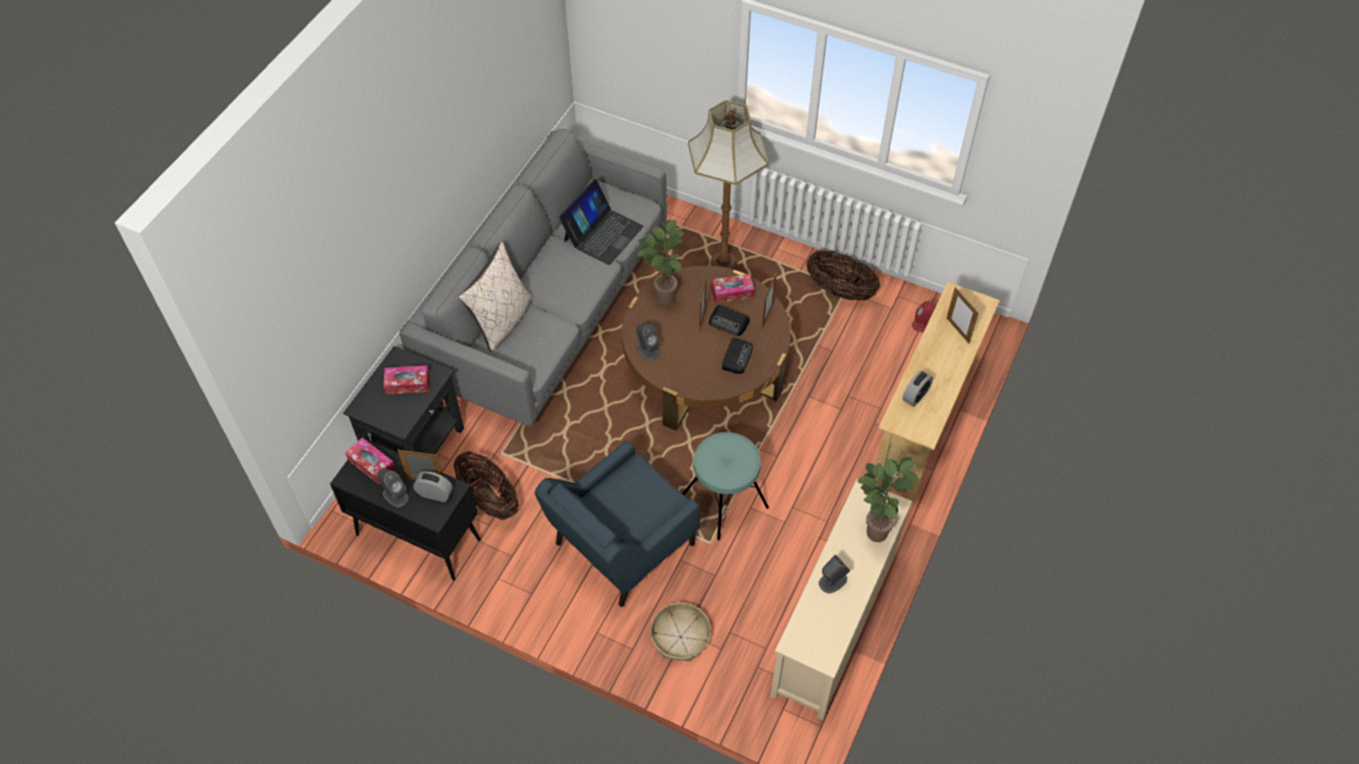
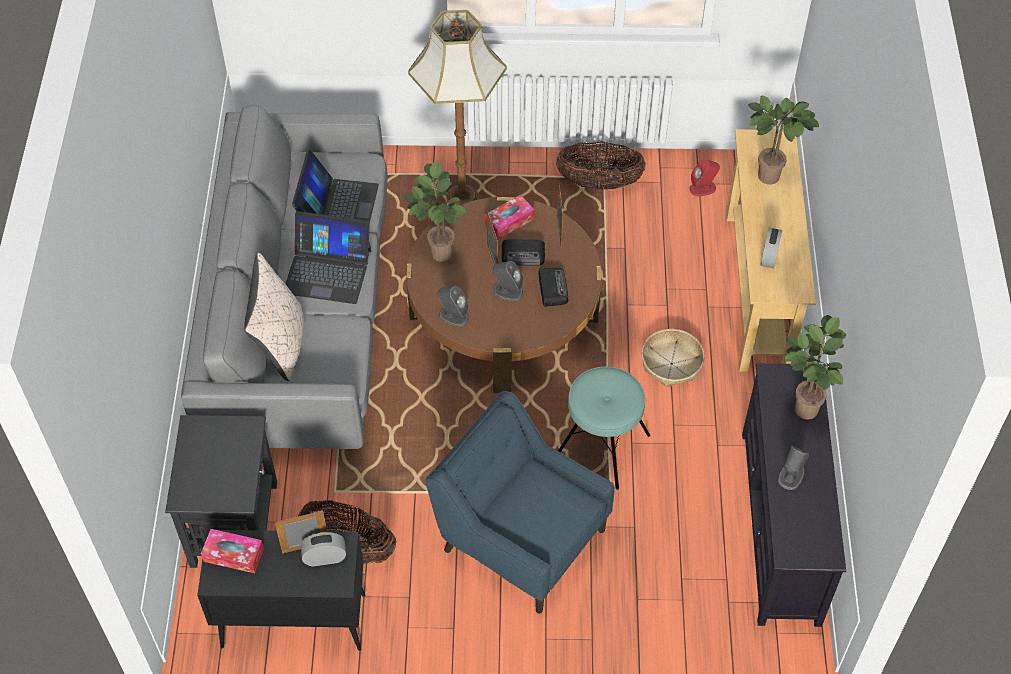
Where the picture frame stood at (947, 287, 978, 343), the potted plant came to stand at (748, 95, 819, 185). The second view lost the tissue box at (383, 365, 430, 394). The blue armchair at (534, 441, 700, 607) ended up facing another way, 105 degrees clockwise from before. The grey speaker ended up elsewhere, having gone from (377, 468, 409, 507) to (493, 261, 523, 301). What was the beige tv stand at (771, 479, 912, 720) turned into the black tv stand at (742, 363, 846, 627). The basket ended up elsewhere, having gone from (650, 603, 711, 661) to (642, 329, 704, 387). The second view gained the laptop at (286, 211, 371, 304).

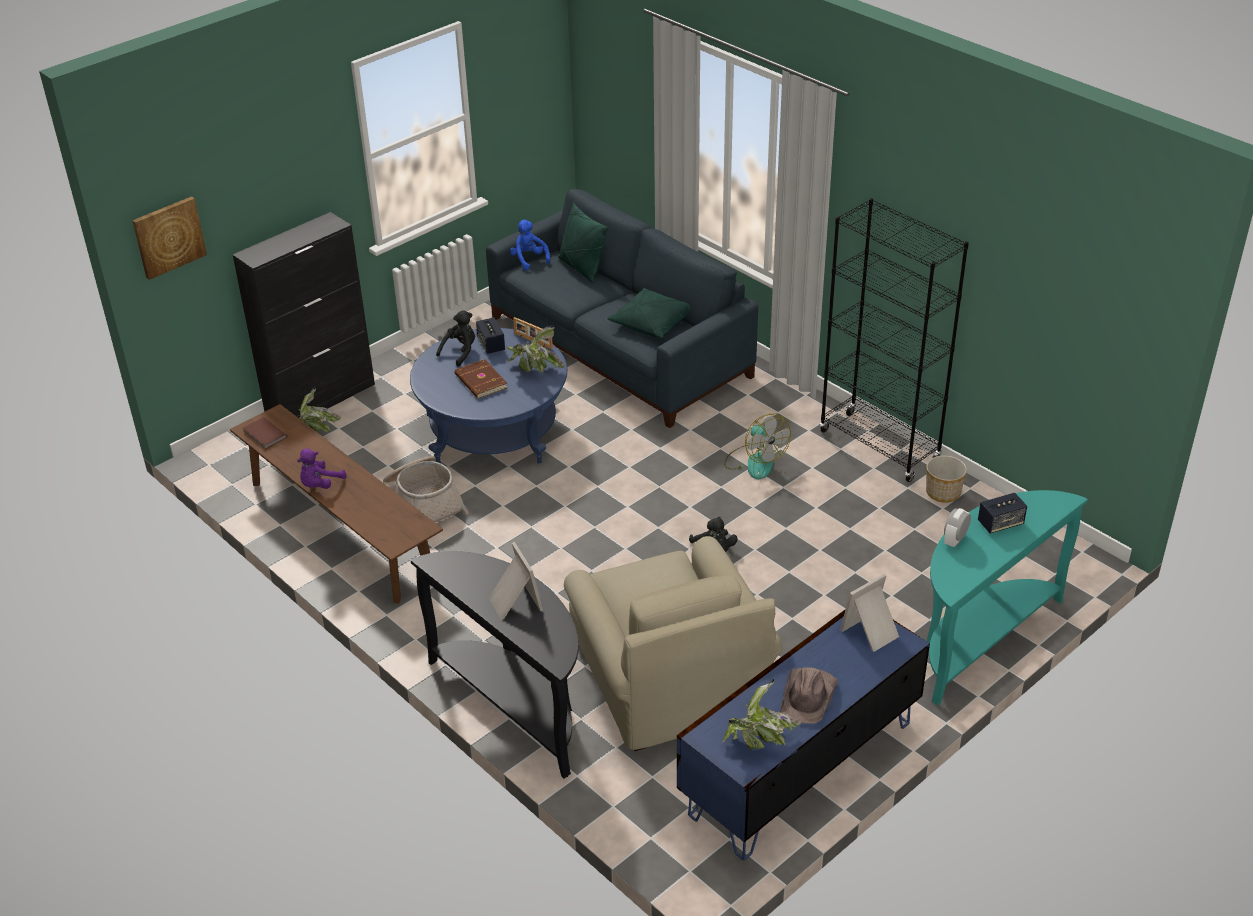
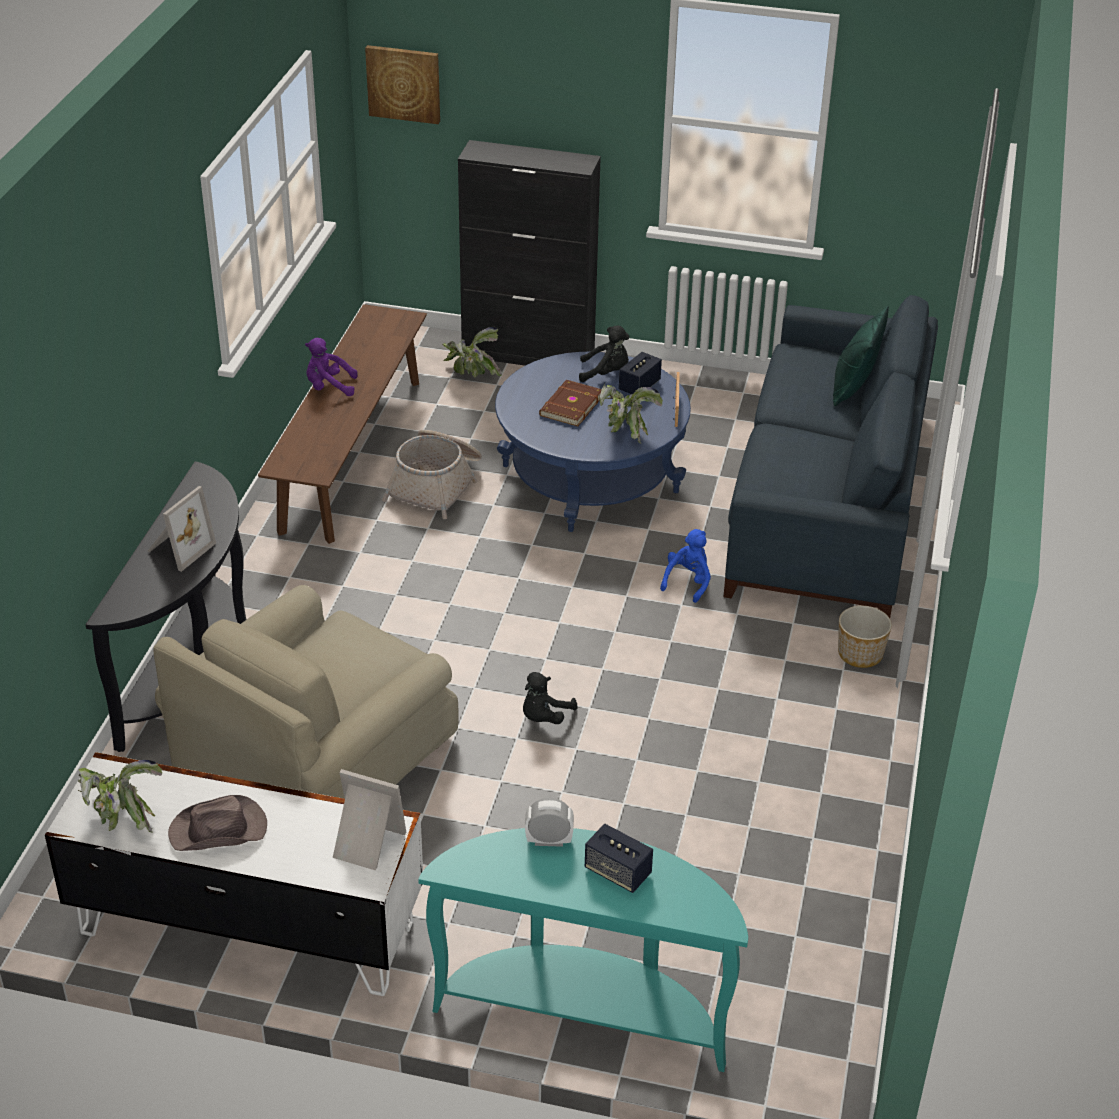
The second view lost the black bookcase at (820, 198, 969, 482). The blue plush toy ended up elsewhere, having gone from (510, 220, 550, 271) to (660, 529, 711, 603). The second view lost the green pillow at (607, 288, 691, 338). The second view lost the fan at (724, 414, 791, 479). The second view lost the brown book at (243, 417, 287, 449). The planter ended up elsewhere, having gone from (926, 455, 967, 503) to (838, 606, 892, 668). What was the blue tv stand at (677, 610, 930, 861) turned into the white tv stand at (45, 752, 423, 996).

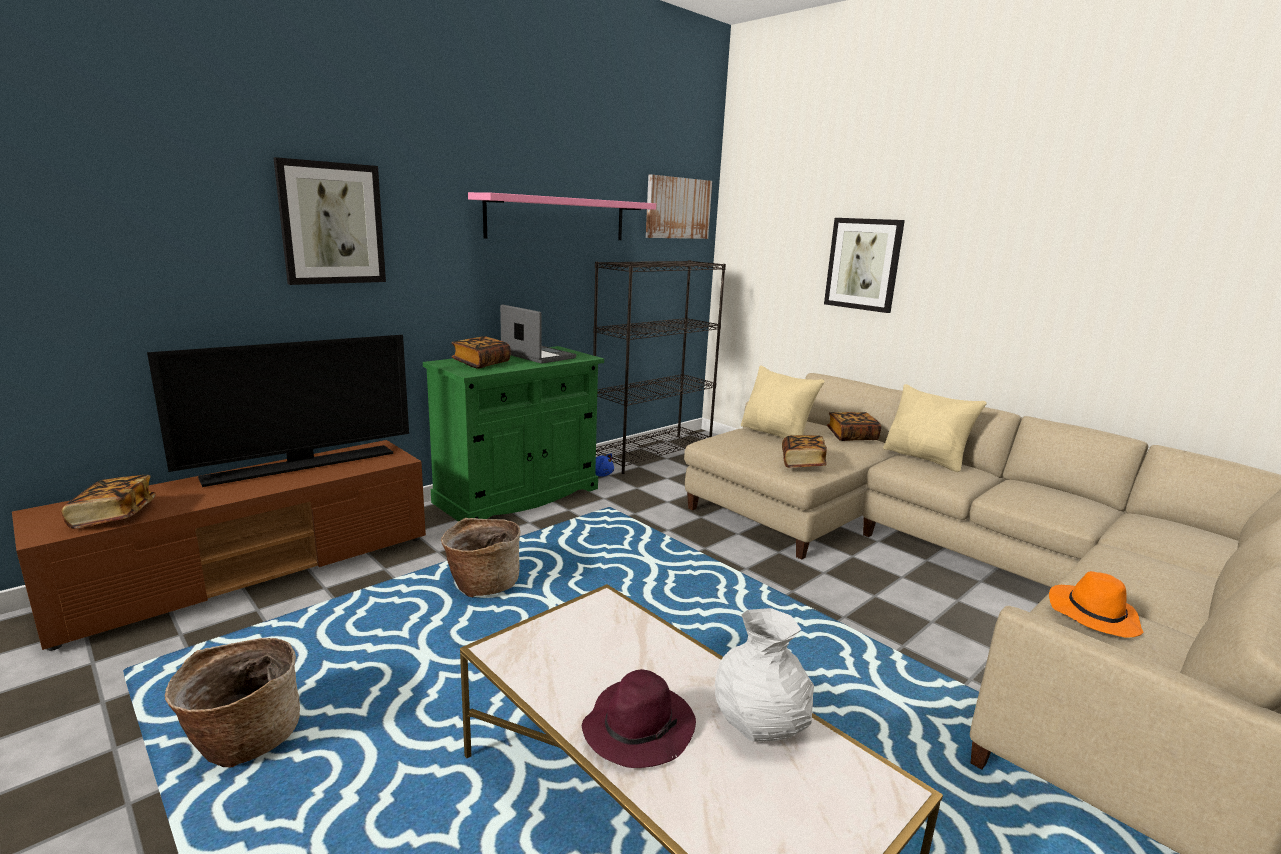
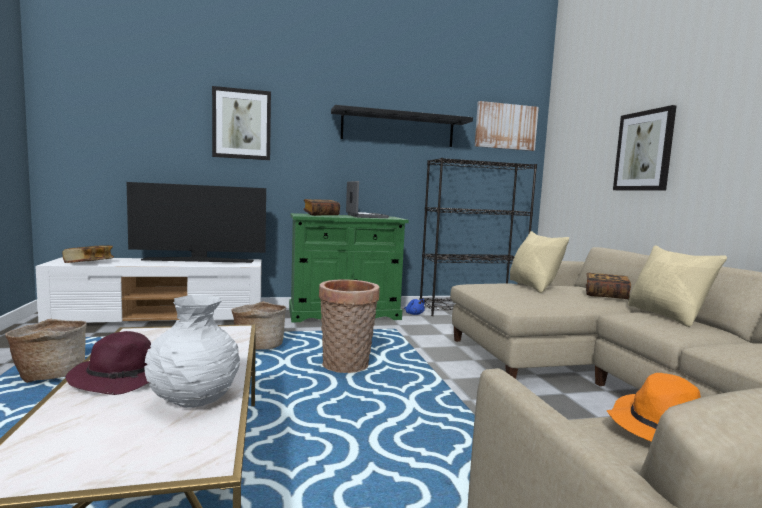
What was the pink shelf at (468, 192, 656, 240) turned into the black shelf at (331, 105, 473, 147). The second view lost the book at (782, 435, 827, 468). What was the brown tv stand at (12, 440, 426, 651) turned into the white tv stand at (35, 257, 262, 323). The second view gained the basket at (319, 279, 380, 373).

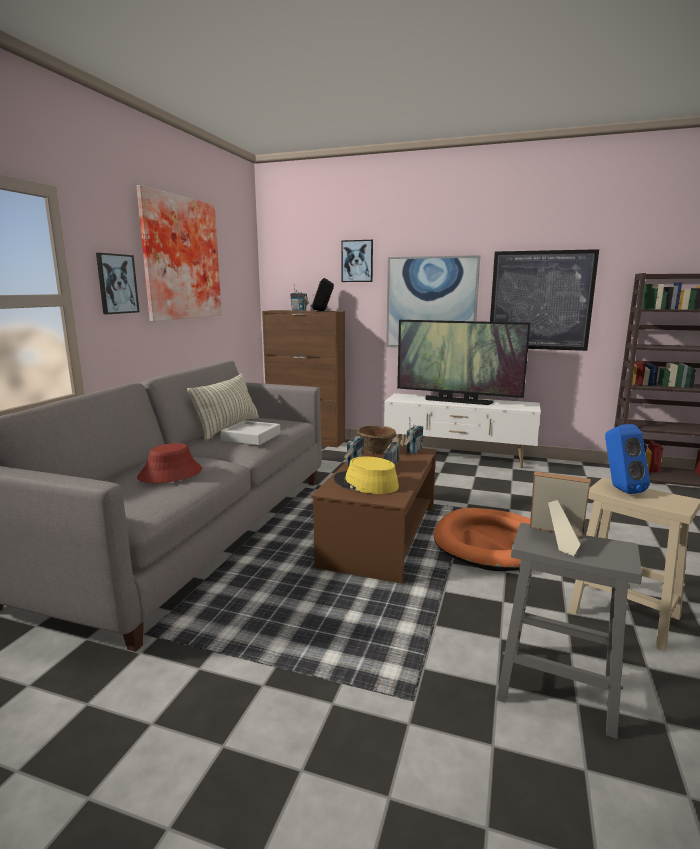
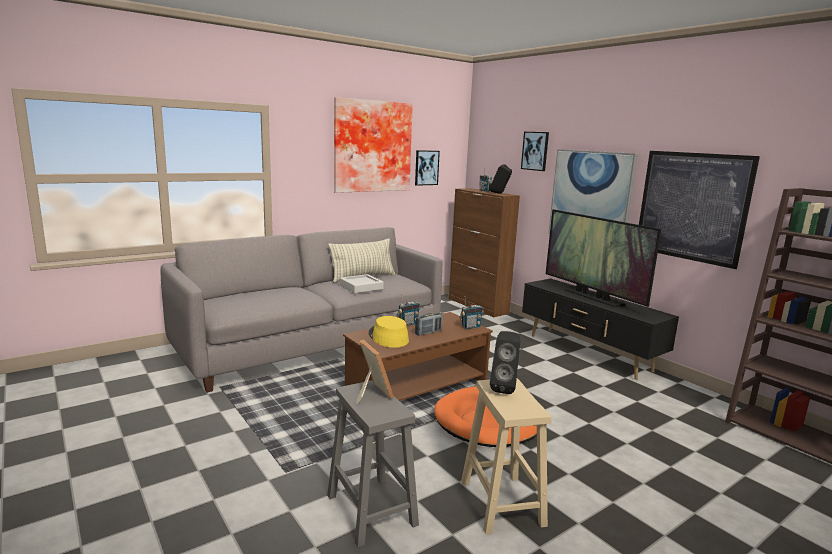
The picture ended up elsewhere, having gone from (96, 253, 139, 314) to (415, 150, 440, 186). What was the white tv stand at (384, 393, 541, 468) turned into the black tv stand at (522, 278, 679, 380). What was the blue speaker at (605, 424, 650, 494) turned into the black speaker at (490, 331, 521, 394). The second view lost the brown bowl at (357, 425, 397, 454). The second view lost the red hat at (137, 443, 202, 483).

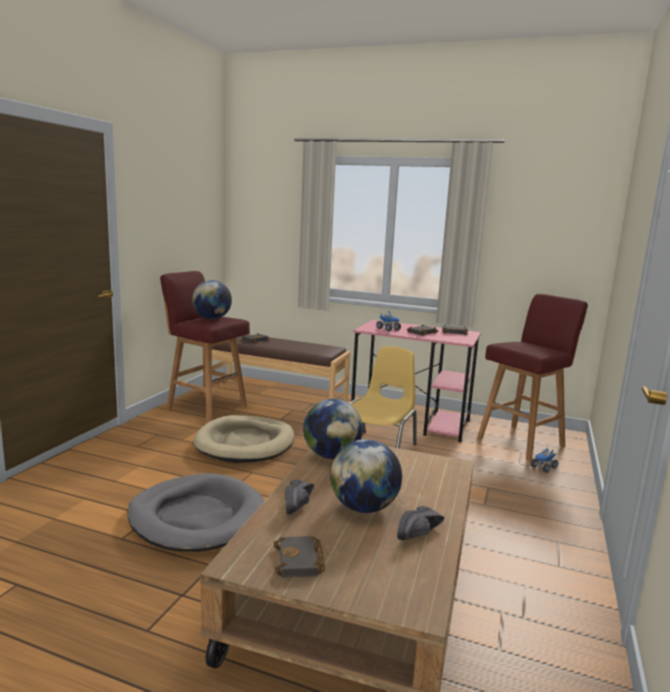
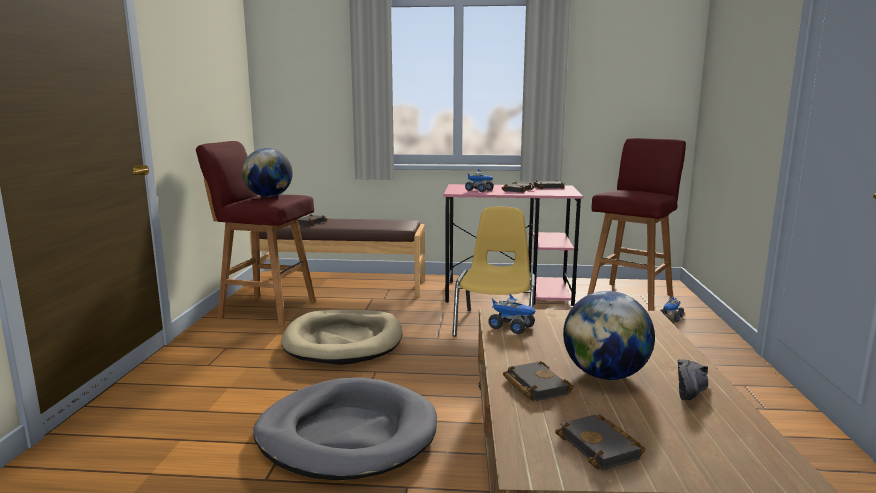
Where the globe stood at (303, 399, 363, 459), the toy truck came to stand at (488, 293, 536, 334). Where the black shoe stood at (285, 480, 314, 514), the black book came to stand at (503, 361, 574, 401).

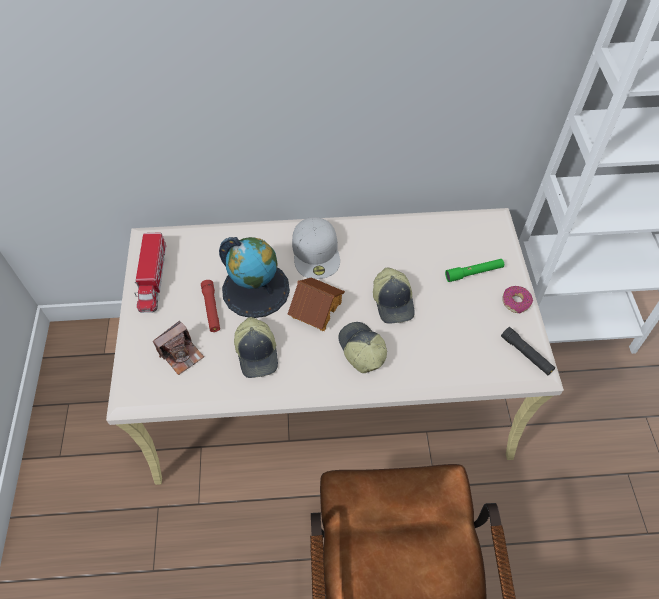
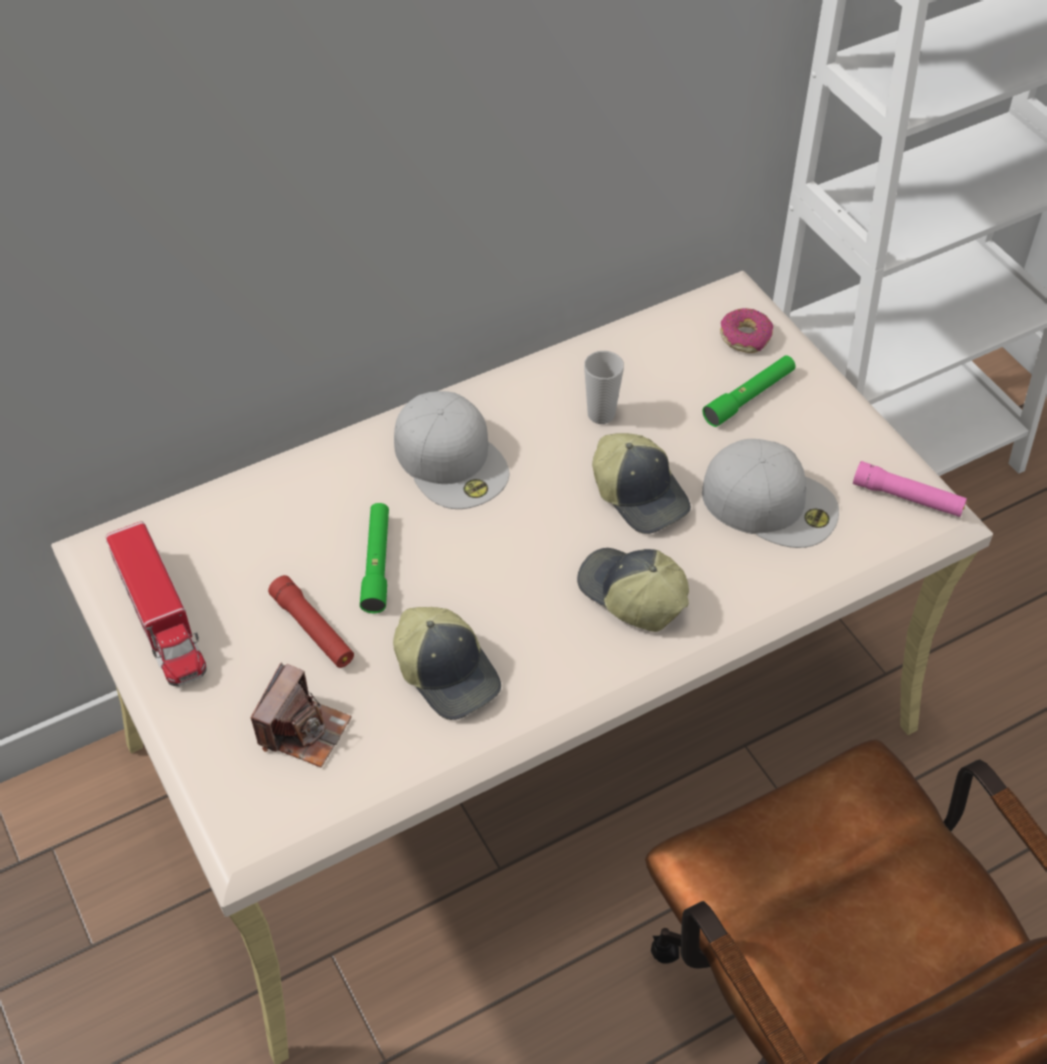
Where the globe stood at (219, 237, 290, 318), the green flashlight came to stand at (360, 503, 389, 613). The second view lost the toy house at (288, 277, 345, 331). The donut ended up elsewhere, having gone from (502, 286, 533, 314) to (720, 308, 773, 353). What was the black flashlight at (501, 327, 555, 375) turned into the pink flashlight at (853, 461, 967, 517). The second view gained the cup at (584, 351, 624, 424). The second view gained the white cap at (702, 439, 839, 548).

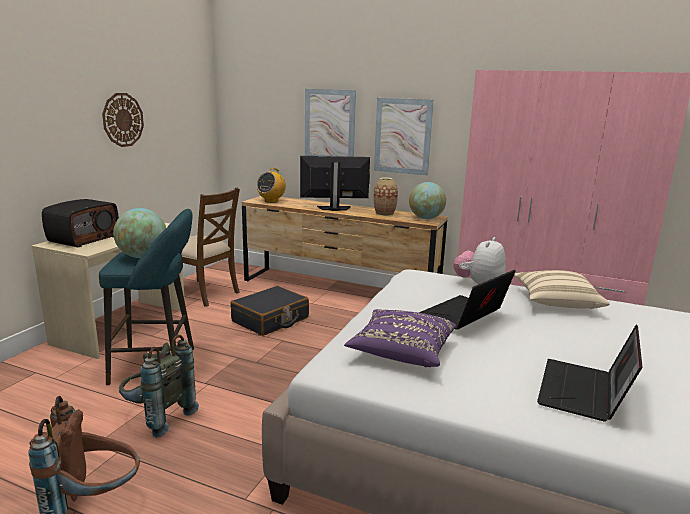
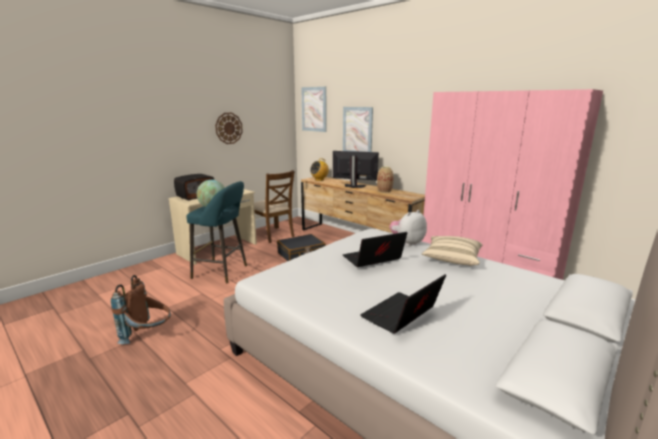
The picture ended up elsewhere, having gone from (374, 98, 434, 175) to (301, 87, 326, 132). The second view lost the globe at (409, 182, 446, 219). The second view lost the purple pillow at (344, 309, 456, 367). The second view lost the grey backpack at (119, 335, 199, 438).

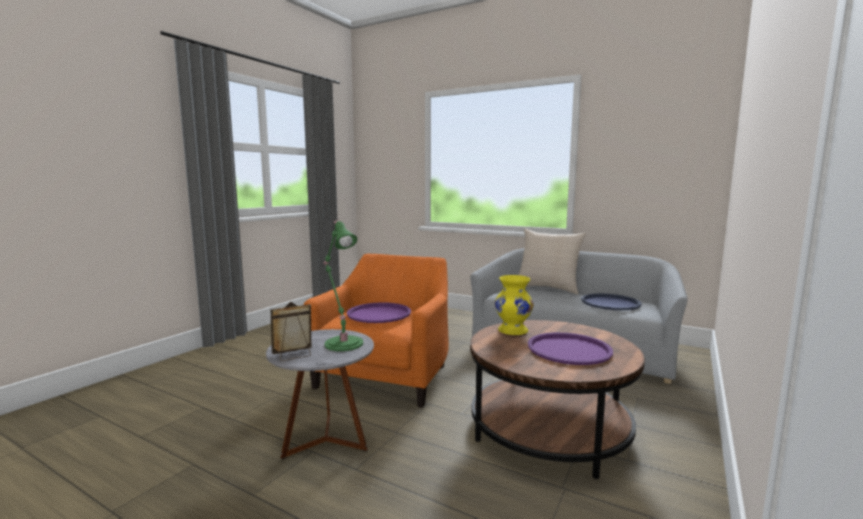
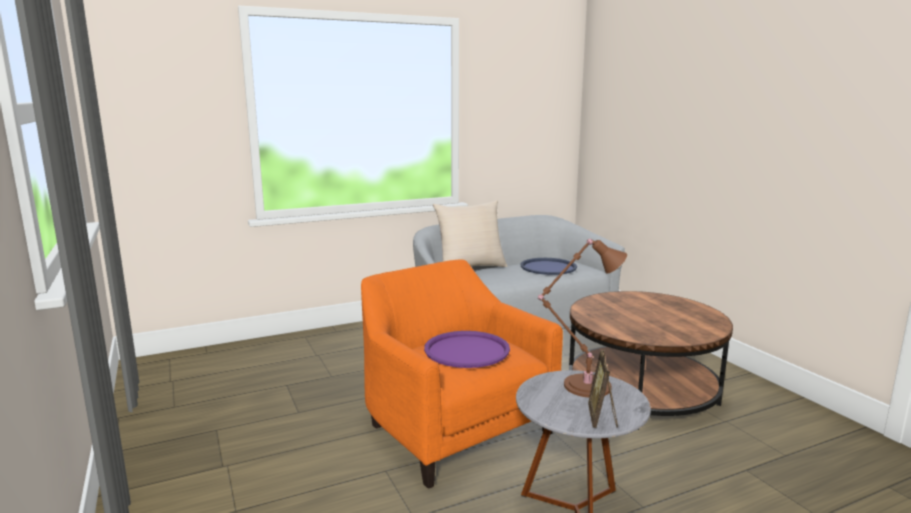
What was the green table lamp at (323, 220, 363, 351) turned into the brown table lamp at (537, 239, 627, 397). The second view lost the yellow vase at (495, 275, 534, 335). The second view lost the purple tray at (528, 332, 613, 365).

